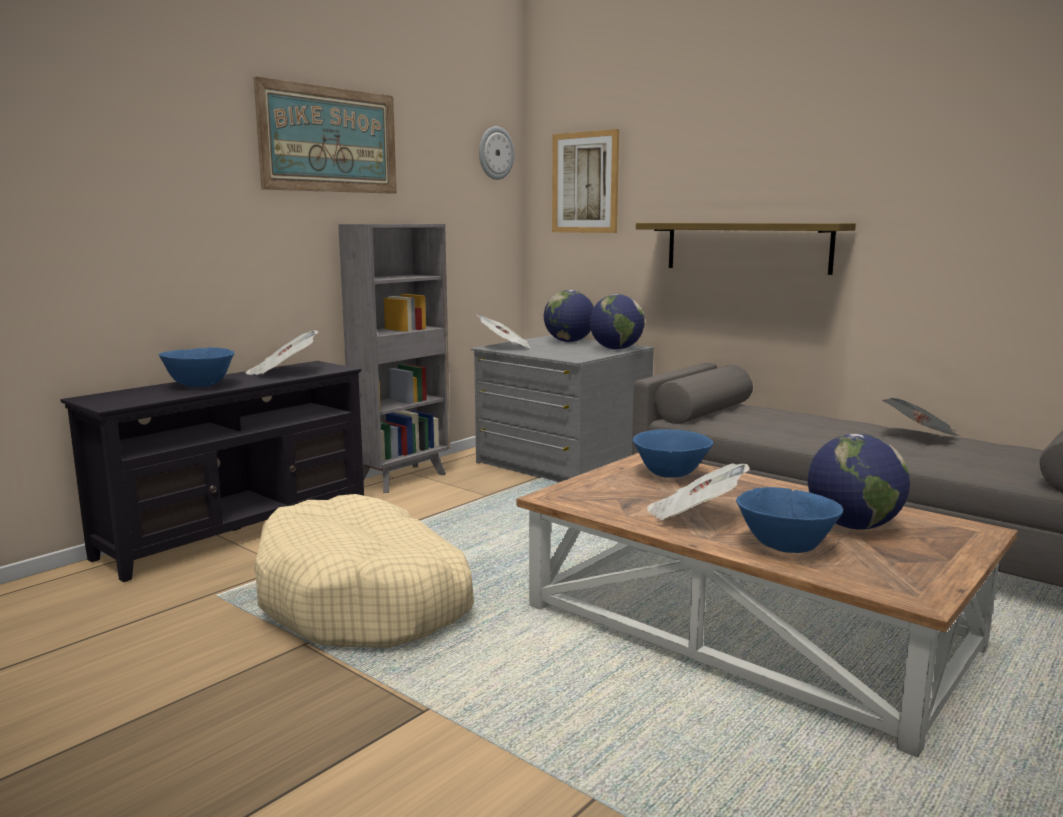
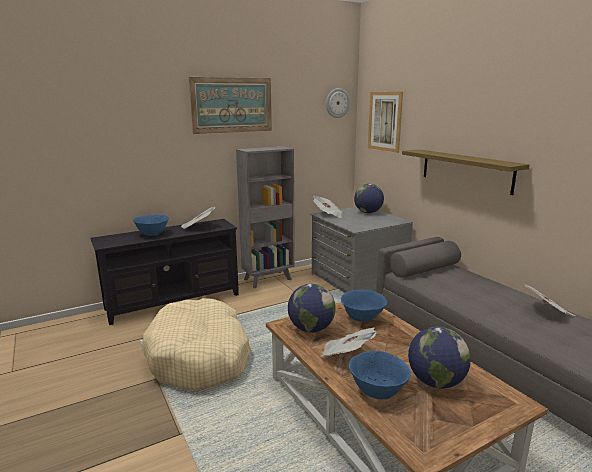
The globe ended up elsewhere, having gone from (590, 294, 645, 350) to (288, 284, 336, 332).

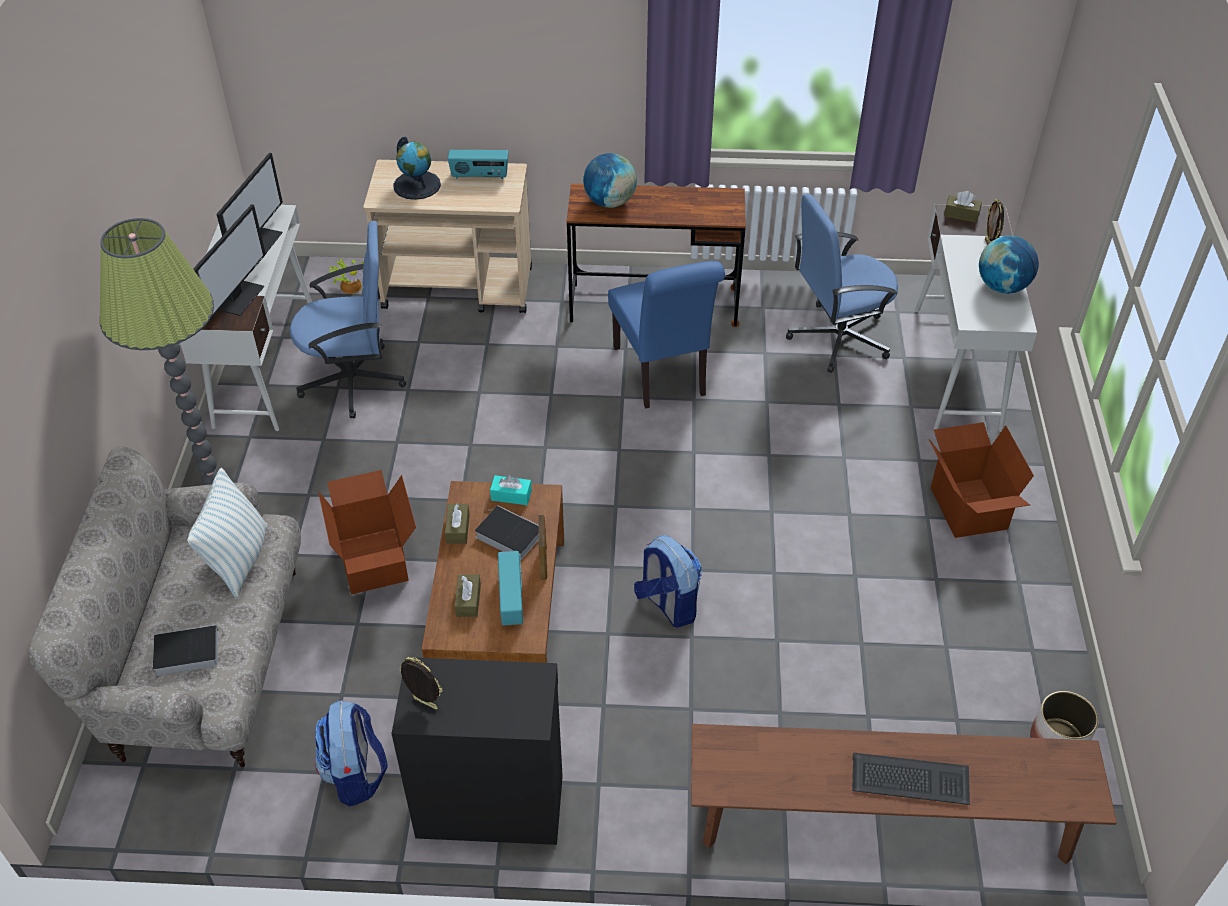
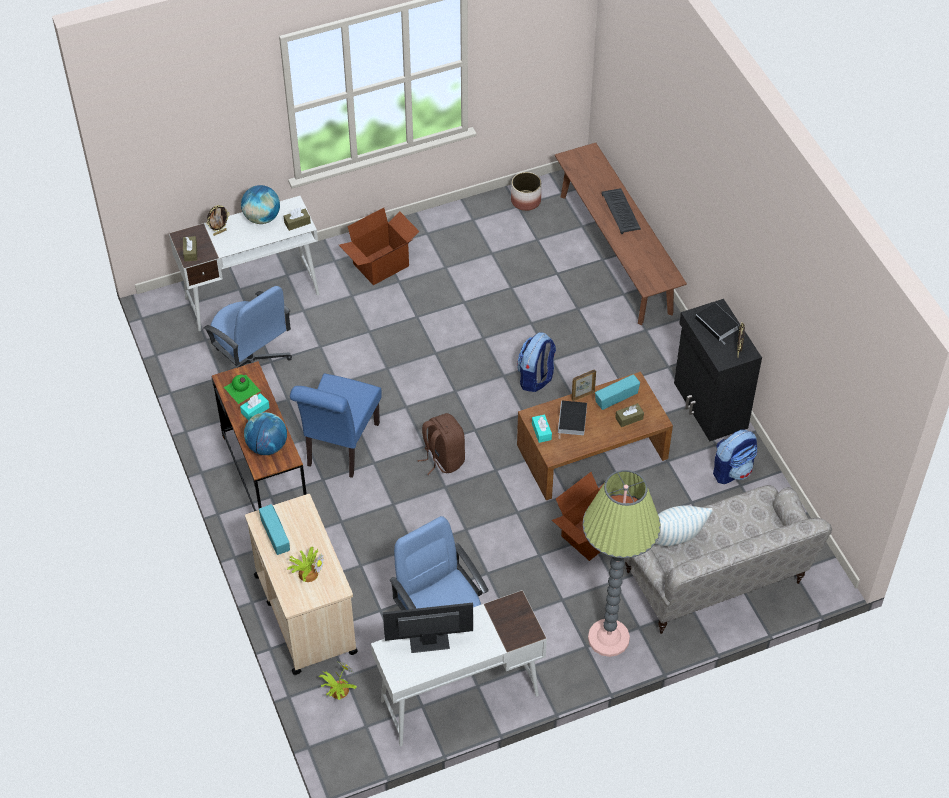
Where the globe stood at (393, 137, 441, 200), the potted plant came to stand at (287, 547, 324, 582). The second view lost the monitor at (193, 204, 266, 321). The blue chair at (608, 261, 725, 409) ended up facing another way, 150 degrees clockwise from before. The brown tissue box ended up elsewhere, having gone from (445, 504, 470, 544) to (284, 208, 311, 231). The book ended up elsewhere, having gone from (145, 624, 218, 676) to (695, 303, 739, 342). The second view gained the green bottle at (224, 375, 260, 404). The second view gained the turquoise tissue box at (240, 393, 270, 420). The second view gained the brown backpack at (417, 413, 465, 475).

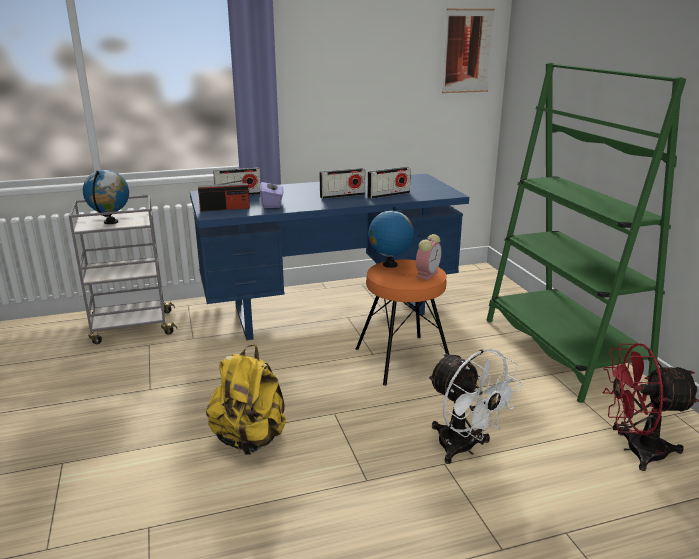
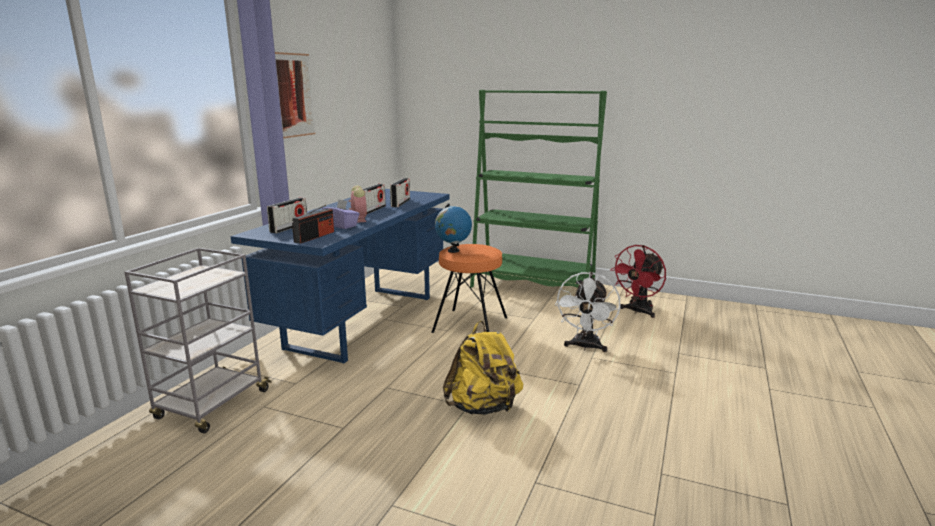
The picture ended up elsewhere, having gone from (442, 9, 495, 93) to (275, 52, 315, 138). The second view lost the globe at (83, 170, 129, 224). The alarm clock ended up elsewhere, having gone from (416, 234, 442, 280) to (349, 185, 367, 223). The white fan at (428, 349, 523, 464) ended up facing another way, 105 degrees clockwise from before.

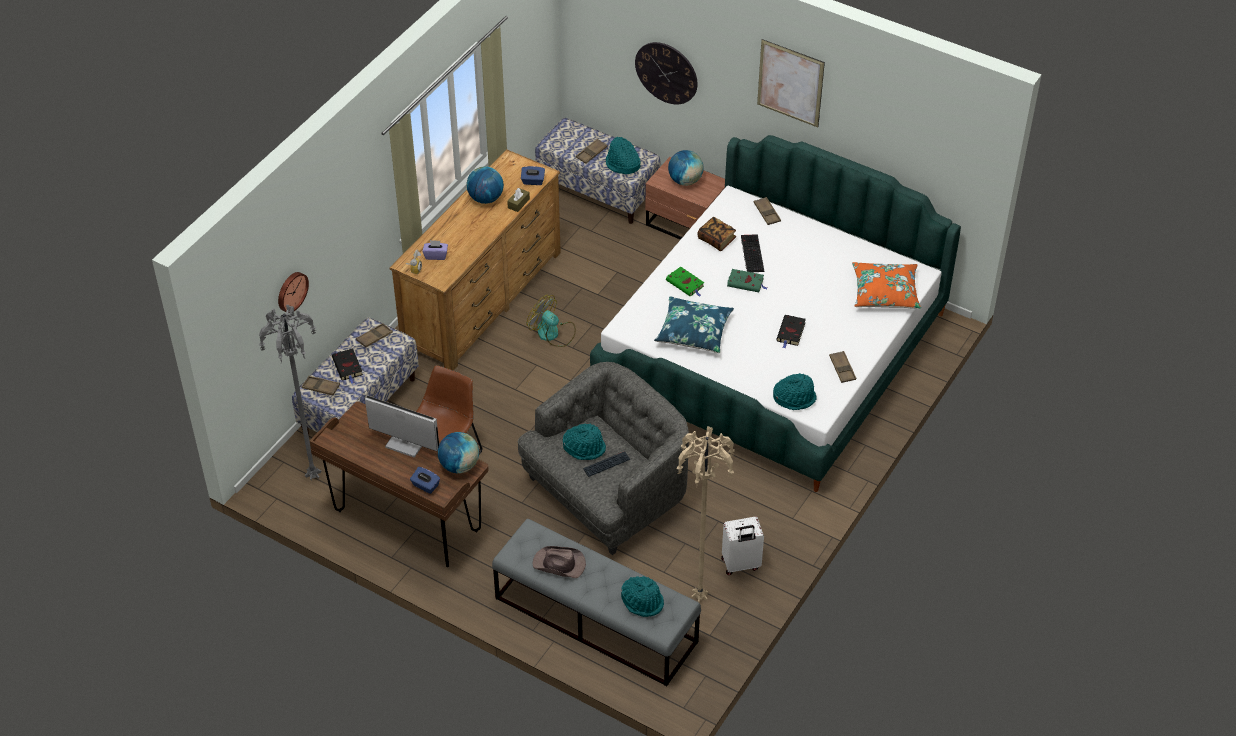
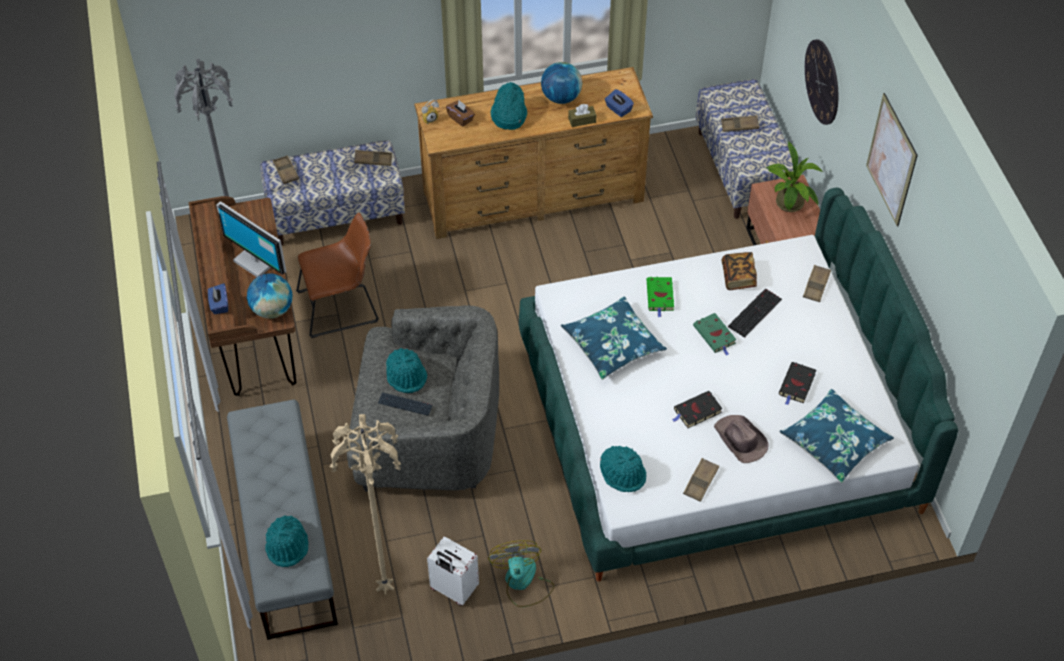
The turquoise hat ended up elsewhere, having gone from (606, 137, 641, 174) to (490, 82, 527, 130). Where the globe stood at (668, 150, 703, 186), the potted plant came to stand at (766, 142, 823, 212). What was the purple tissue box at (423, 240, 448, 260) turned into the brown tissue box at (446, 100, 475, 127). What was the orange pillow at (852, 262, 921, 309) turned into the blue pillow at (779, 389, 894, 483). The second view lost the wall clock at (278, 272, 309, 312). The fan ended up elsewhere, having gone from (527, 295, 576, 347) to (488, 540, 554, 607). The black book ended up elsewhere, having gone from (332, 348, 363, 383) to (779, 362, 816, 405). The monitor at (365, 396, 439, 458) ended up facing another way, 150 degrees clockwise from before. The brown hat ended up elsewhere, having gone from (533, 546, 586, 578) to (714, 415, 769, 463).

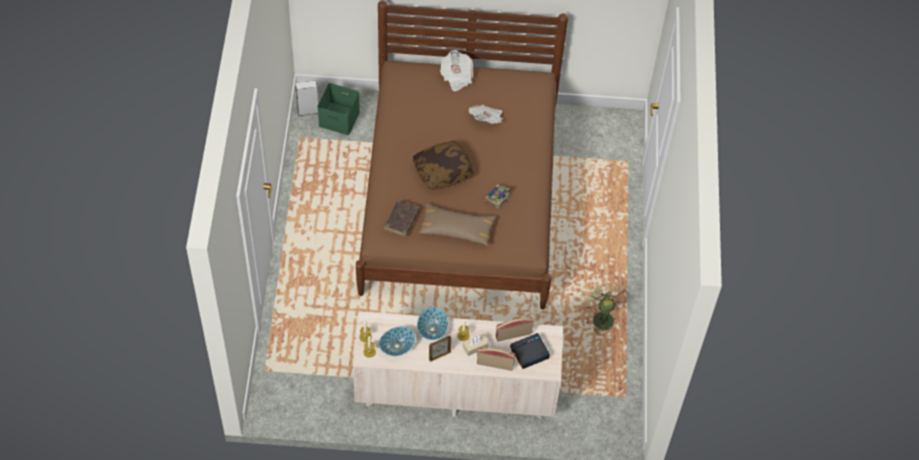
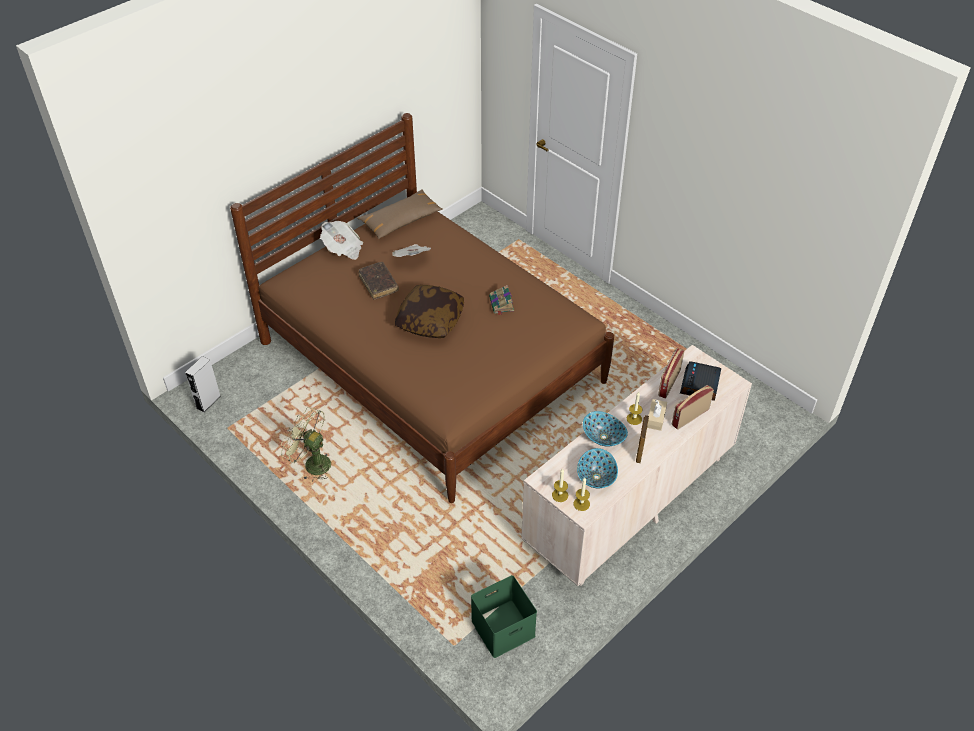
The green storage box ended up elsewhere, having gone from (318, 83, 360, 135) to (471, 575, 537, 658). The brown book ended up elsewhere, having gone from (384, 200, 420, 237) to (358, 262, 399, 300). The brown pillow ended up elsewhere, having gone from (418, 203, 496, 246) to (357, 189, 442, 239). The green fan ended up elsewhere, having gone from (581, 281, 629, 334) to (281, 407, 331, 482).

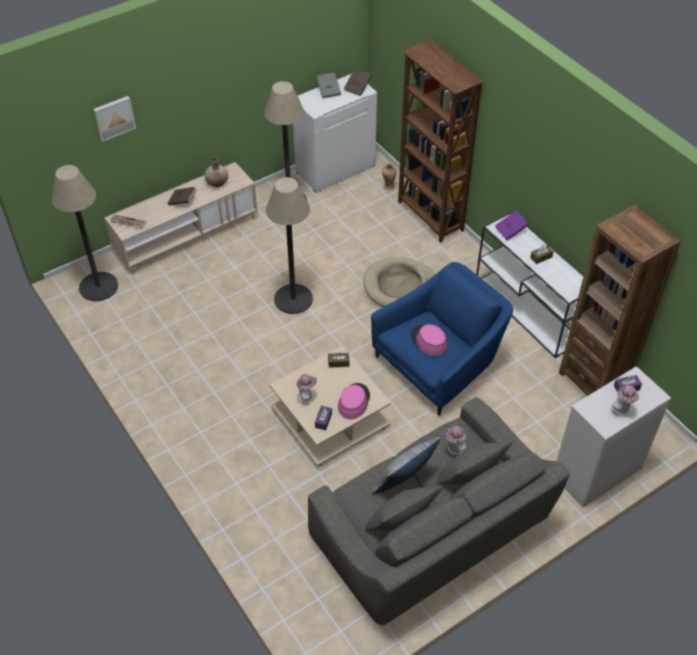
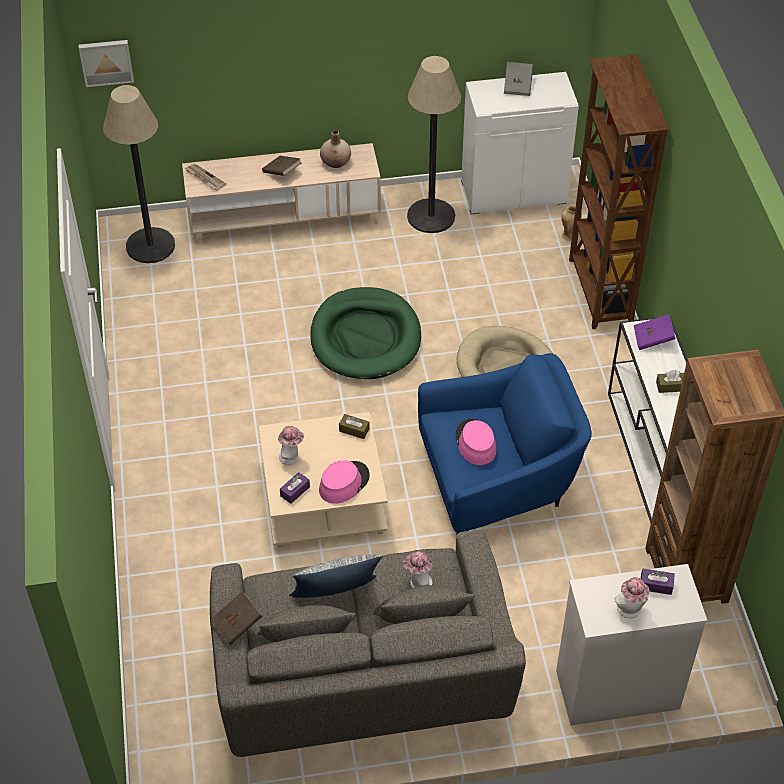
The brown book ended up elsewhere, having gone from (344, 69, 372, 96) to (210, 591, 262, 645). The picture ended up elsewhere, having gone from (93, 96, 136, 142) to (79, 40, 134, 87). Where the floor lamp stood at (266, 177, 313, 314), the green dog bed came to stand at (310, 287, 421, 379).

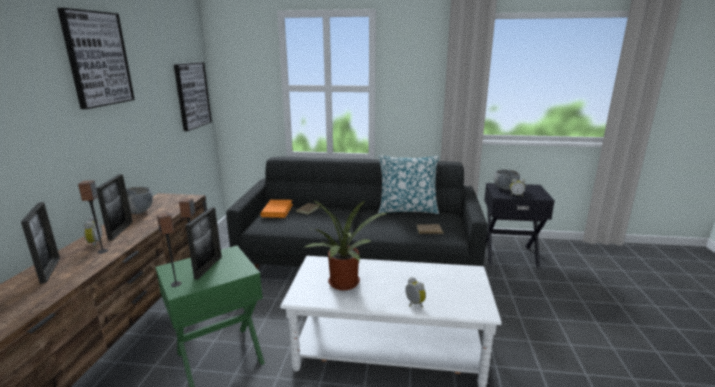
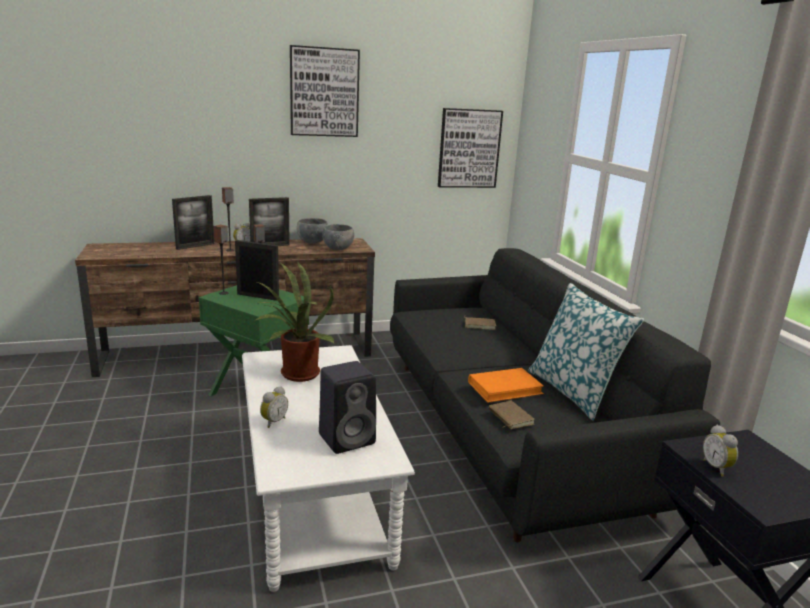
The grey bowl ended up elsewhere, having gone from (494, 170, 520, 190) to (322, 224, 354, 250). The orange book ended up elsewhere, having gone from (260, 200, 293, 218) to (468, 368, 544, 403). The picture frame at (186, 207, 222, 280) ended up facing another way, 150 degrees counterclockwise from before. The second view gained the black speaker at (319, 361, 376, 454).

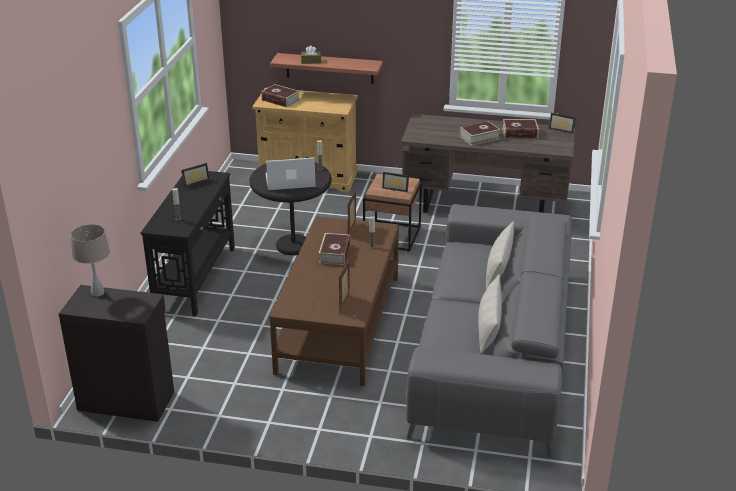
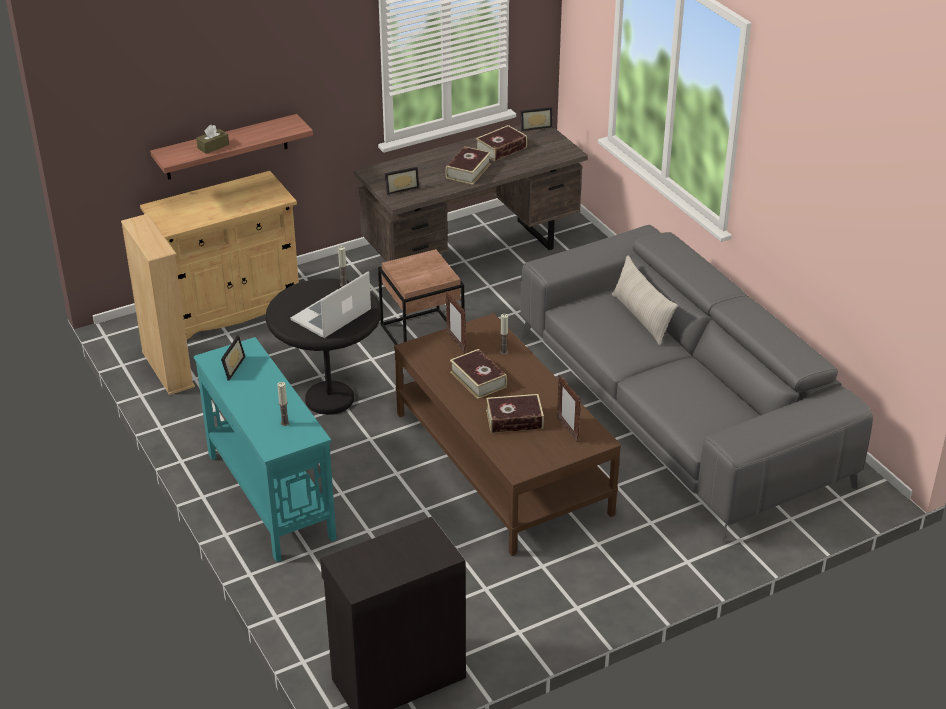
The book ended up elsewhere, having gone from (261, 84, 300, 108) to (486, 394, 544, 433). What was the black console table at (141, 171, 235, 316) turned into the turquoise console table at (194, 337, 337, 562). The picture frame ended up elsewhere, having gone from (382, 172, 409, 192) to (385, 167, 419, 195). The second view lost the beige table lamp at (71, 224, 110, 297). The second view lost the beige pillow at (478, 274, 502, 354). The second view gained the beige bookcase at (121, 214, 195, 395).

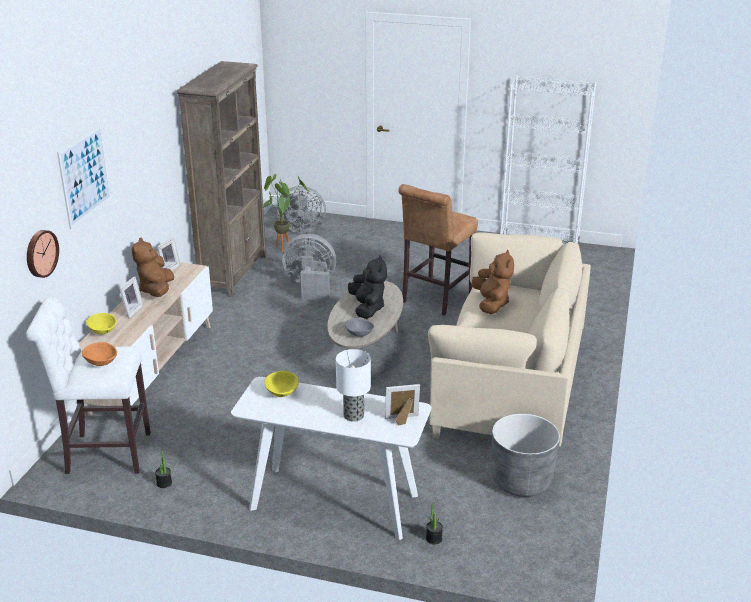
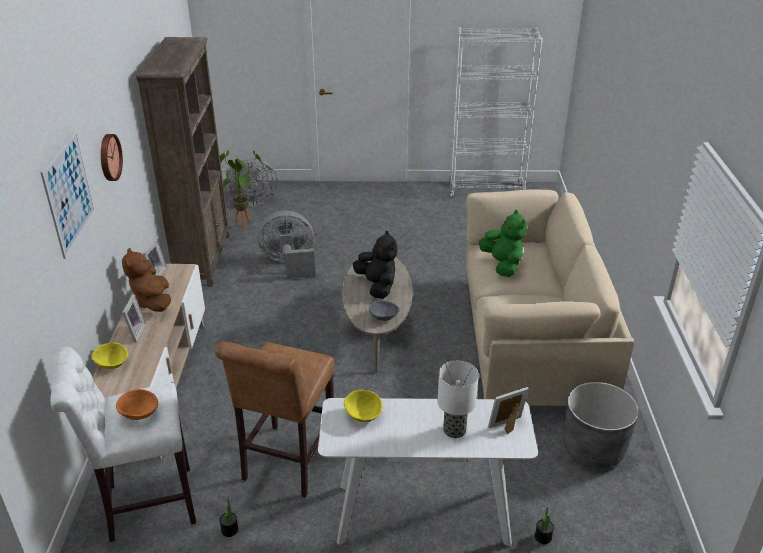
The brown stool ended up elsewhere, having gone from (398, 184, 478, 316) to (215, 342, 334, 498). The wall clock ended up elsewhere, having gone from (27, 230, 59, 278) to (101, 134, 123, 181). What was the brown plush toy at (472, 250, 514, 314) turned into the green plush toy at (479, 210, 526, 277).

